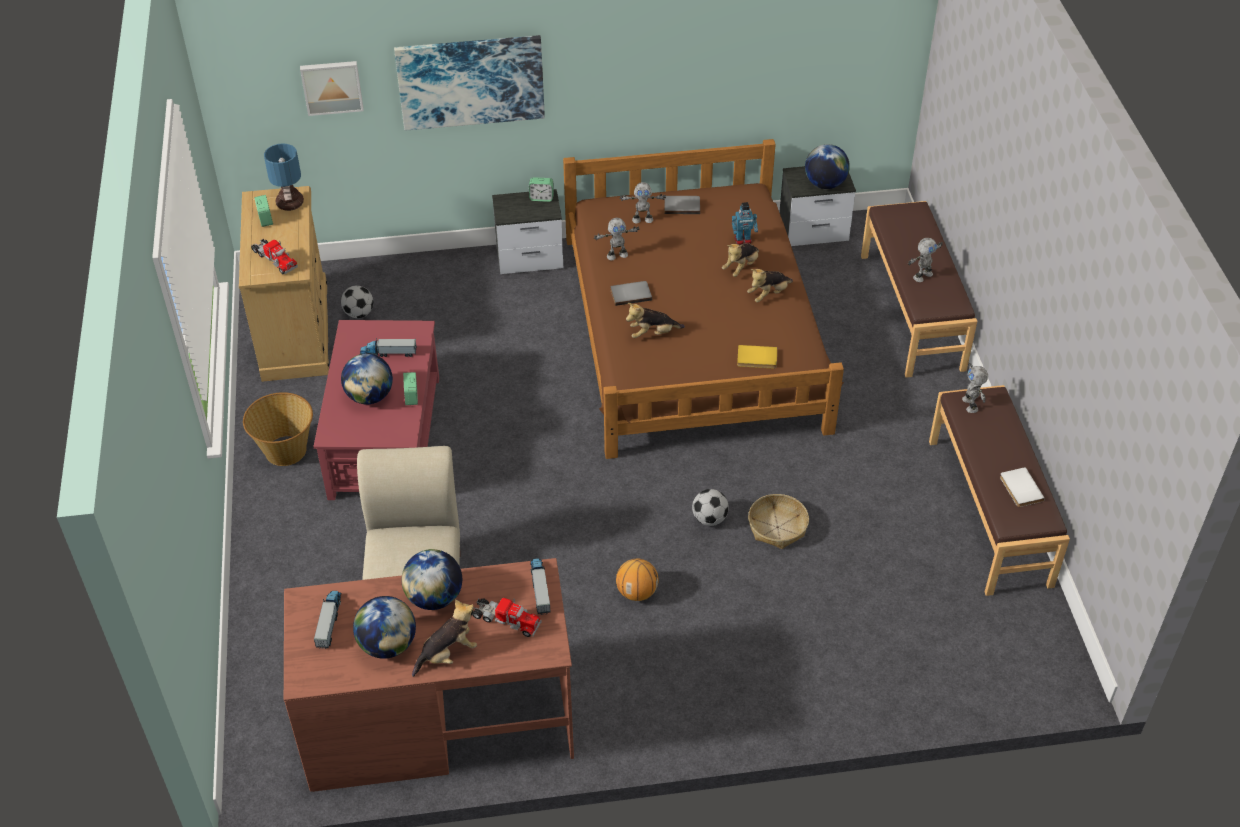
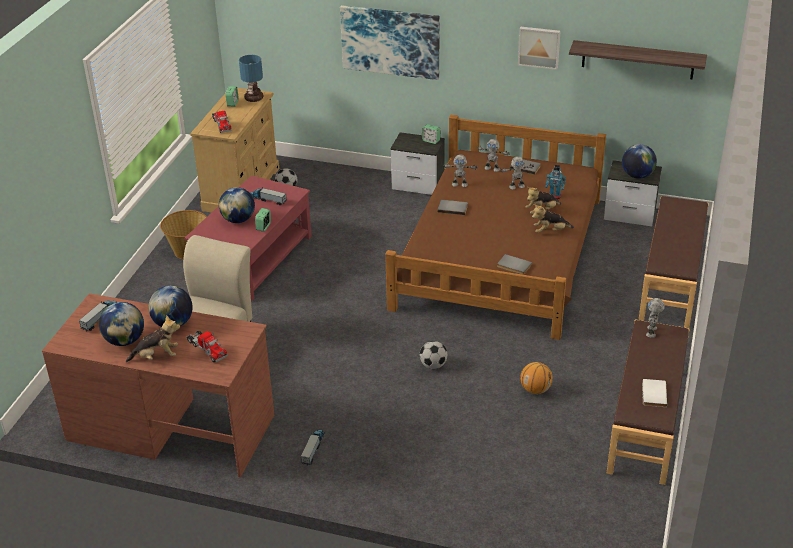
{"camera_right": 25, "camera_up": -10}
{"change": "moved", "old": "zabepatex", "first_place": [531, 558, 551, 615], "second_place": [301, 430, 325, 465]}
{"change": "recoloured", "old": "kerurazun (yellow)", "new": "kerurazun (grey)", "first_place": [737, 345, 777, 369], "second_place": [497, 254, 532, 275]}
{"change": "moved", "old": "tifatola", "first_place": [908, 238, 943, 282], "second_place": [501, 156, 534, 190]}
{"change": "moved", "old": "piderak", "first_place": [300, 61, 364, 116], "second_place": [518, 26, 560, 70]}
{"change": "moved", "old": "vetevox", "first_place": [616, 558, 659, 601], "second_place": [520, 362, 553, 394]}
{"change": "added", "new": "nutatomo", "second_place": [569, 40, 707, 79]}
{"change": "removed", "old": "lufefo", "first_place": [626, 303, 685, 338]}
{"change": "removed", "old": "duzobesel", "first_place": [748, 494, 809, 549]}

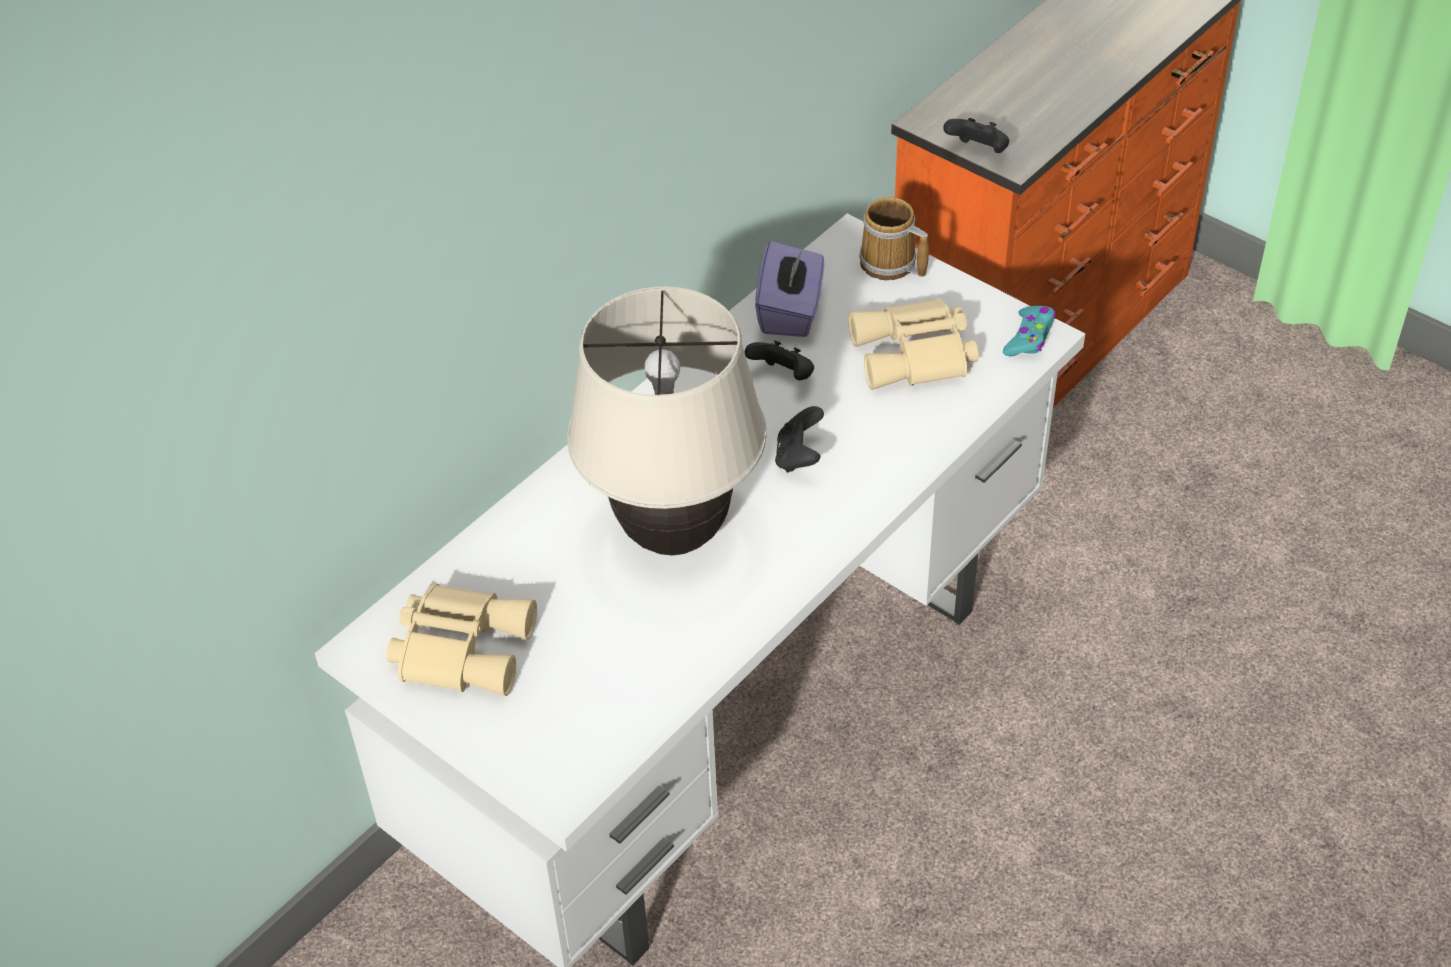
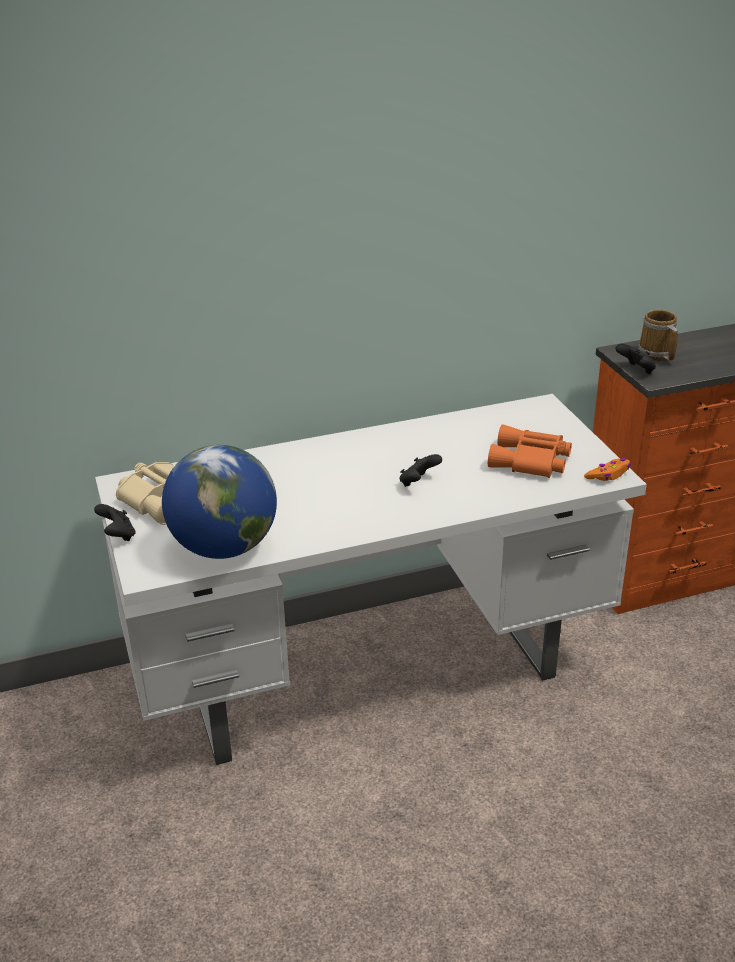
{"camera_right": 30, "camera_up": -15}
{"change": "moved", "old": "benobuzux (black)", "first_place": [745, 340, 814, 380], "second_place": [94, 504, 136, 541]}
{"change": "added", "new": "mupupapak", "second_place": [162, 445, 277, 559]}
{"change": "recoloured", "old": "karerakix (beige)", "new": "karerakix (orange)", "first_place": [848, 298, 979, 390], "second_place": [488, 424, 572, 478]}
{"change": "recoloured", "old": "benobuzux (turquoise)", "new": "benobuzux (orange)", "first_place": [1003, 306, 1056, 356], "second_place": [584, 458, 631, 481]}
{"change": "moved", "old": "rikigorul", "first_place": [859, 197, 929, 280], "second_place": [638, 310, 678, 361]}
{"change": "removed", "old": "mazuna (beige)", "first_place": [567, 287, 767, 556]}
{"change": "removed", "old": "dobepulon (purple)", "first_place": [755, 241, 824, 337]}

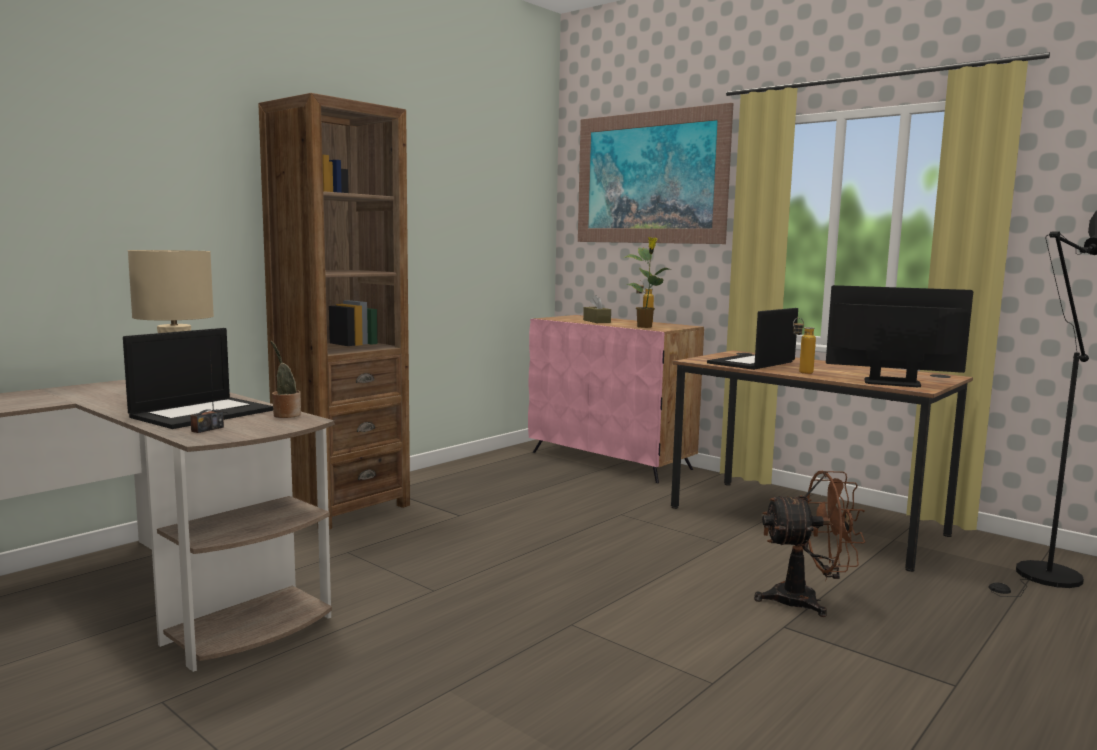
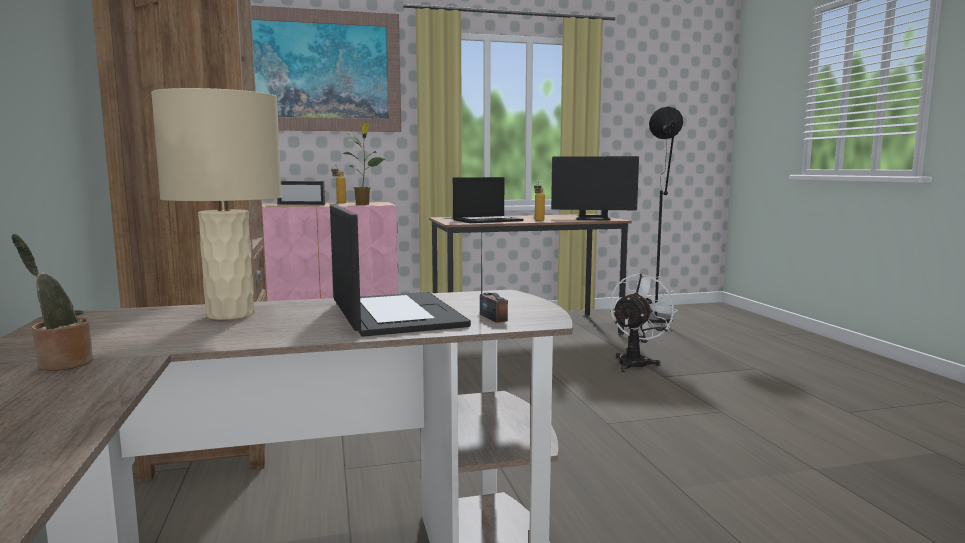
{"camera_right": -55, "camera_up": 0}
{"change": "moved", "old": "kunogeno", "first_place": [271, 341, 301, 418], "second_place": [12, 234, 93, 371]}
{"change": "replaced", "old": "dobepulon (brown)", "new": "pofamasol", "first_place": [583, 295, 611, 323], "second_place": [277, 181, 325, 205]}
{"change": "turned", "old": "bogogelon", "first_place": [707, 308, 798, 370], "second_place": [453, 177, 524, 223], "degrees": -105}
{"change": "turned", "old": "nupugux", "first_place": [826, 285, 973, 387], "second_place": [551, 156, 639, 221], "degrees": -135}
{"change": "recoloured", "old": "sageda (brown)", "new": "sageda (white)", "first_place": [754, 471, 865, 617], "second_place": [610, 273, 678, 372]}

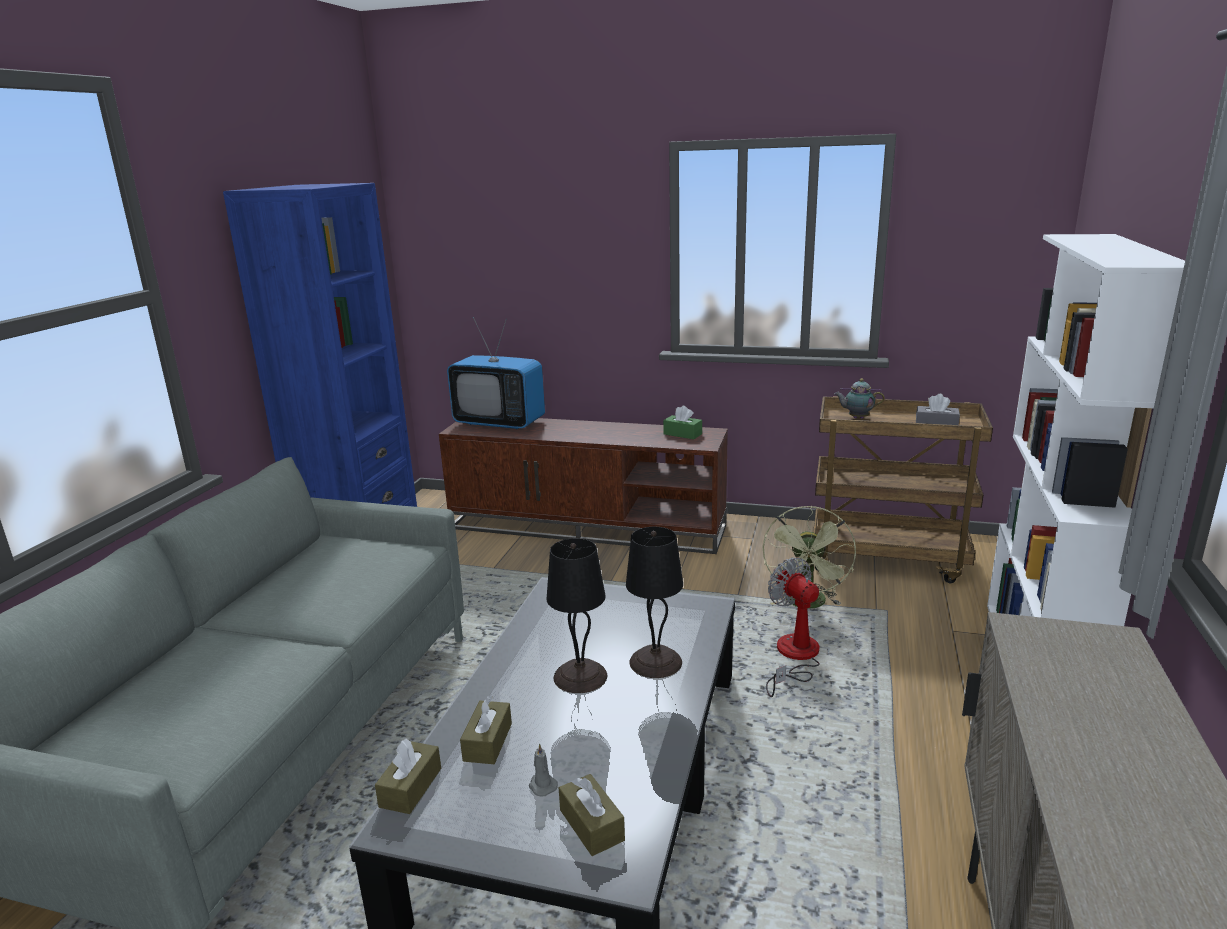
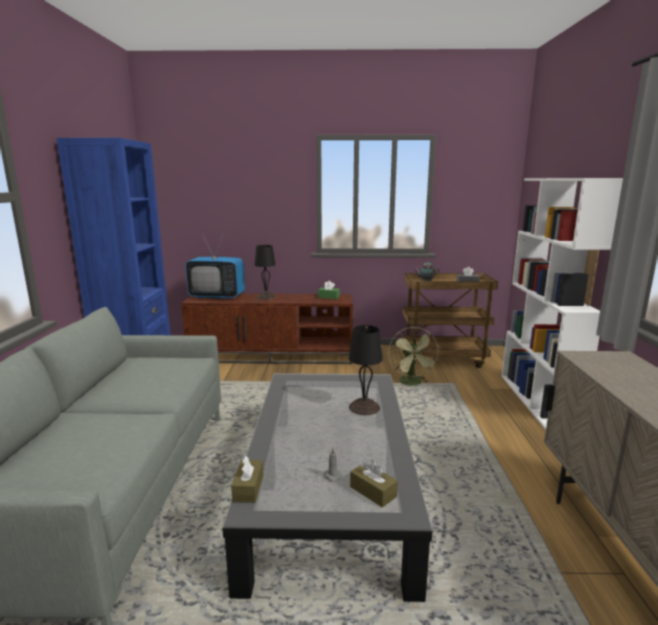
{"camera_right": -15, "camera_up": -5}
{"change": "moved", "old": "mazuna (black)", "first_place": [547, 538, 607, 693], "second_place": [255, 244, 276, 300]}
{"change": "removed", "old": "dobepulon (brown)", "first_place": [460, 695, 512, 764]}
{"change": "removed", "old": "sageda", "first_place": [766, 557, 820, 697]}

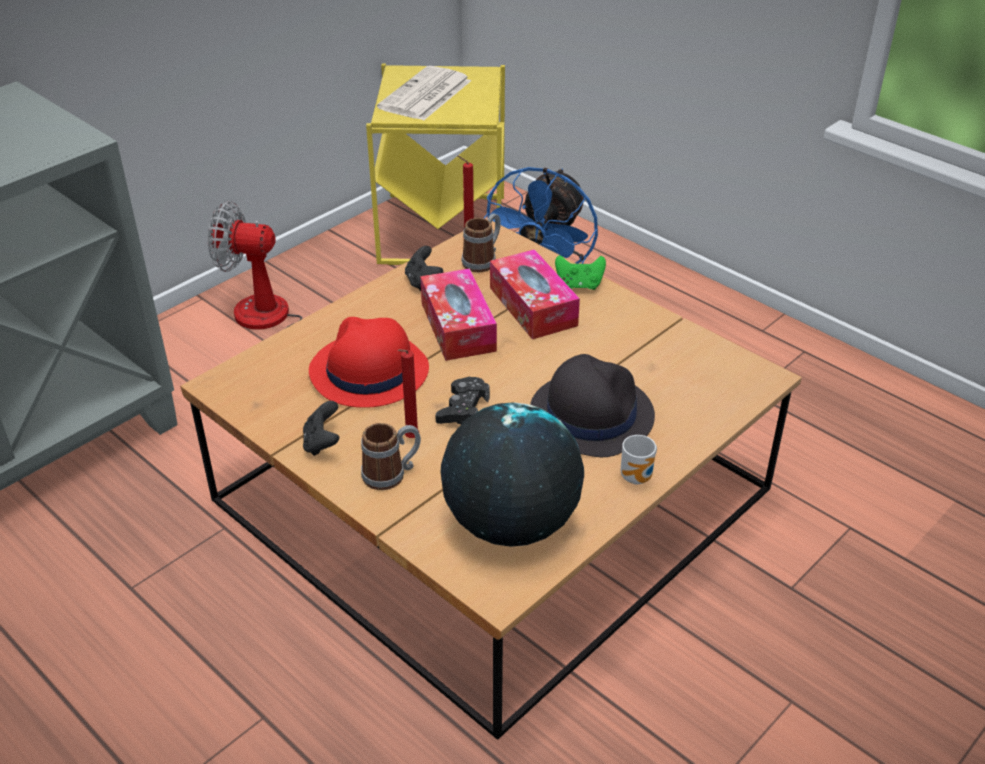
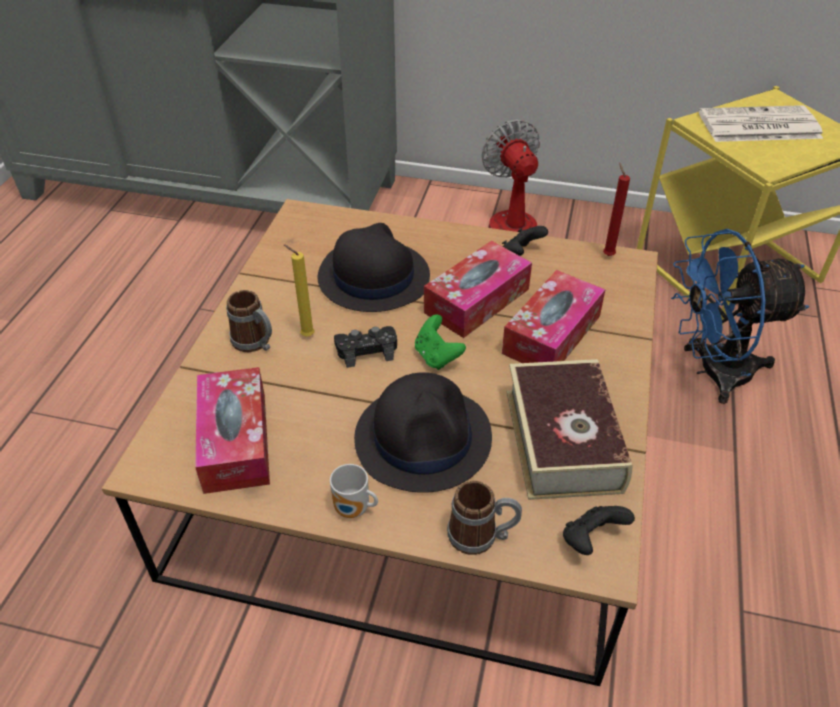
{"camera_right": 60, "camera_up": 5}
{"change": "replaced", "old": "mupupapak", "new": "dobepulon", "first_place": [441, 402, 584, 547], "second_place": [195, 367, 270, 494]}
{"change": "recoloured", "old": "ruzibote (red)", "new": "ruzibote (yellow)", "first_place": [398, 349, 419, 438], "second_place": [284, 244, 315, 336]}
{"change": "recoloured", "old": "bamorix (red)", "new": "bamorix (black)", "first_place": [309, 317, 429, 408], "second_place": [318, 223, 430, 312]}
{"change": "moved", "old": "benobuzux (green)", "first_place": [555, 255, 606, 290], "second_place": [415, 314, 466, 370]}
{"change": "moved", "old": "rikigorul", "first_place": [461, 213, 501, 272], "second_place": [447, 481, 522, 555]}
{"change": "added", "new": "kerurazun", "second_place": [506, 359, 633, 500]}
{"change": "moved", "old": "benobuzux (black)", "first_place": [303, 401, 339, 456], "second_place": [563, 506, 635, 555]}

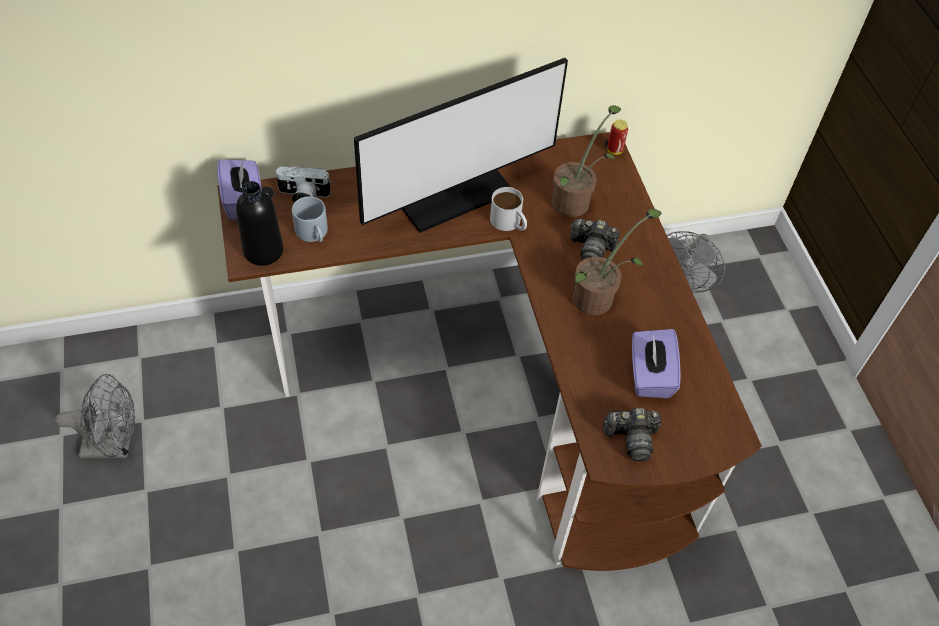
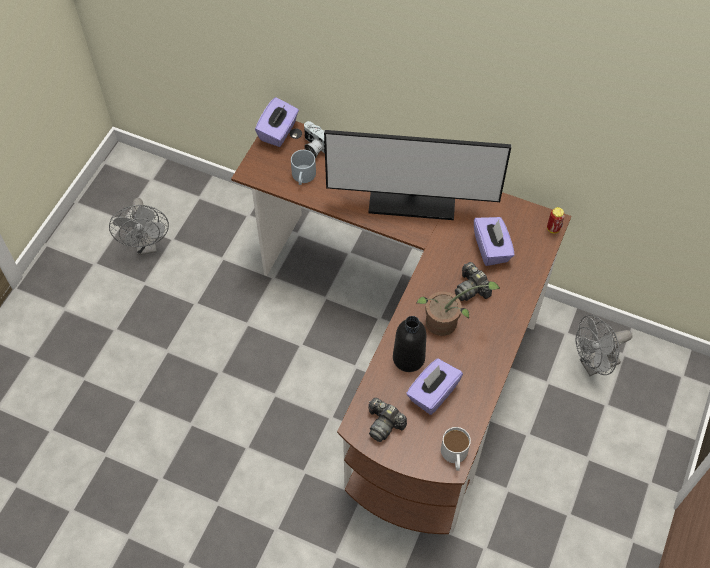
{"camera_right": 40, "camera_up": 5}
{"change": "turned", "old": "sageda (grey)", "first_place": [55, 374, 135, 458], "second_place": [109, 198, 169, 255], "degrees": 45}
{"change": "moved", "old": "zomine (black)", "first_place": [236, 181, 283, 266], "second_place": [393, 316, 426, 372]}
{"change": "moved", "old": "rikigorul (white)", "first_place": [490, 187, 527, 231], "second_place": [441, 427, 471, 471]}
{"change": "replaced", "old": "kunogeno", "new": "dobepulon (purple)", "first_place": [552, 105, 621, 217], "second_place": [474, 217, 515, 266]}

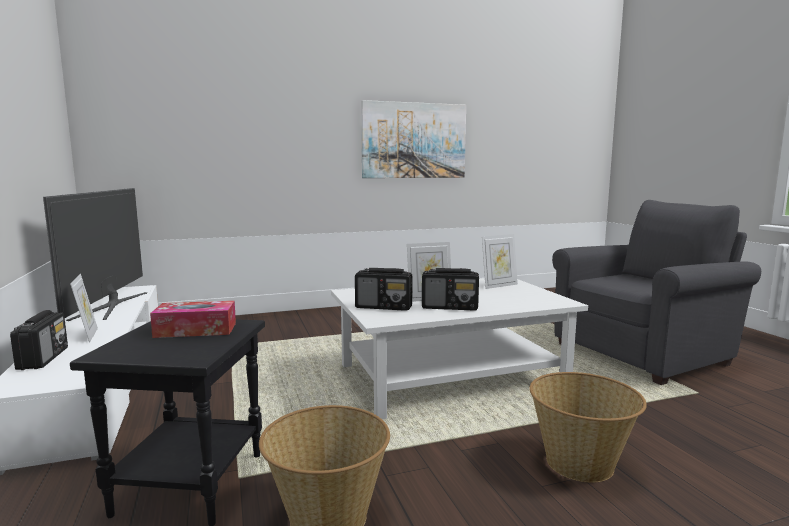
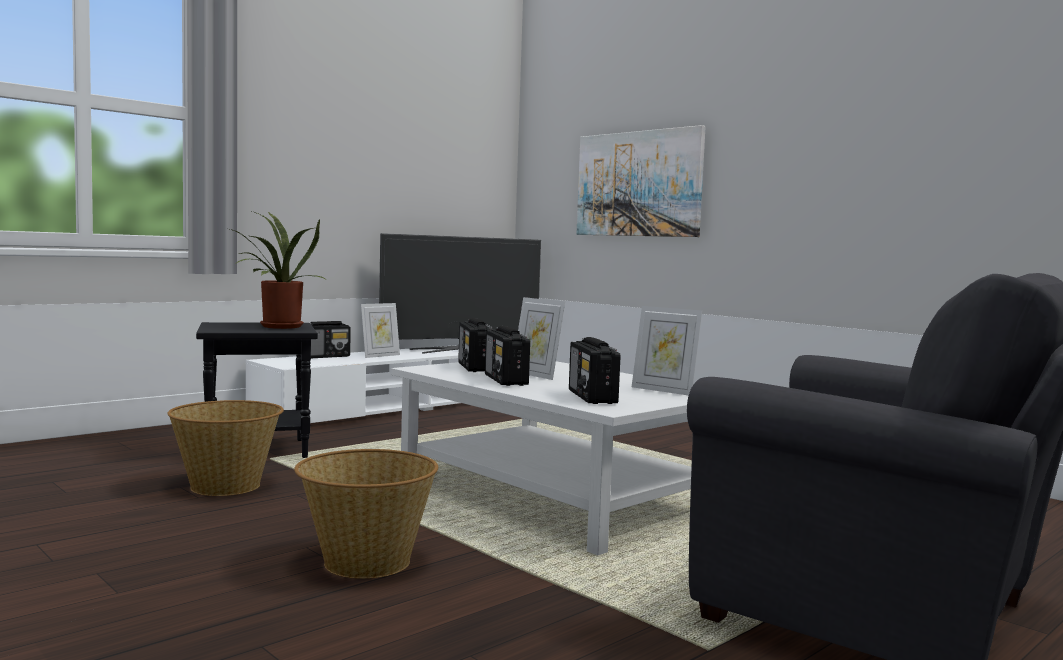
{"camera_right": 65, "camera_up": -5}
{"change": "replaced", "old": "dobepulon", "new": "kunogeno", "first_place": [150, 301, 236, 338], "second_place": [230, 211, 325, 329]}
{"change": "added", "new": "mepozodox", "second_place": [569, 337, 621, 404]}
{"change": "moved", "old": "piderak", "first_place": [361, 100, 466, 178], "second_place": [576, 125, 706, 237]}

